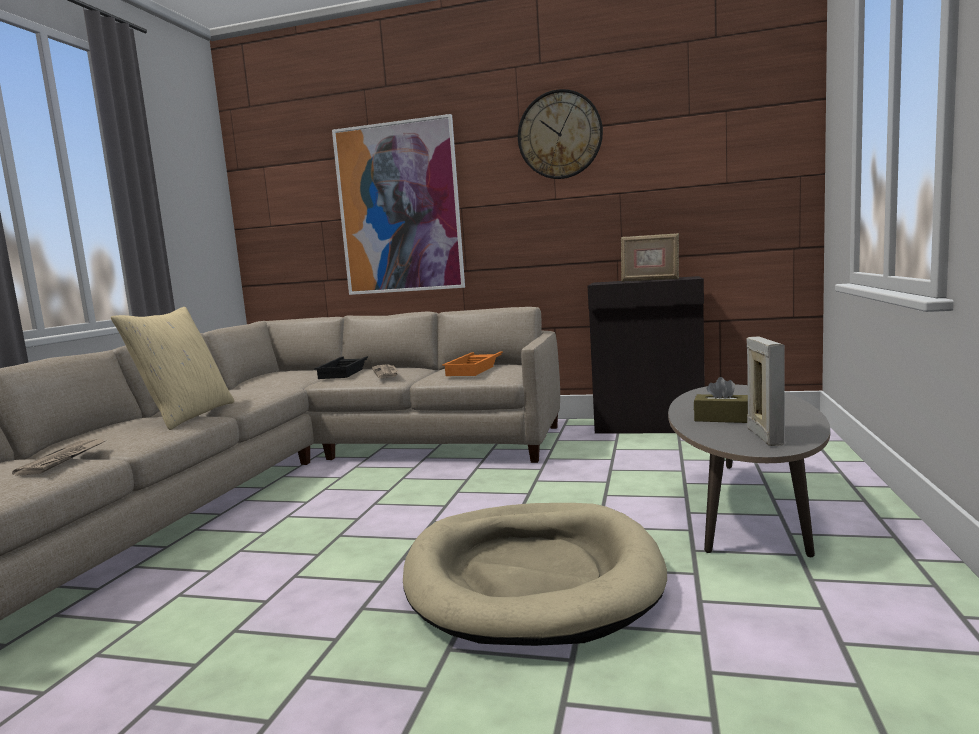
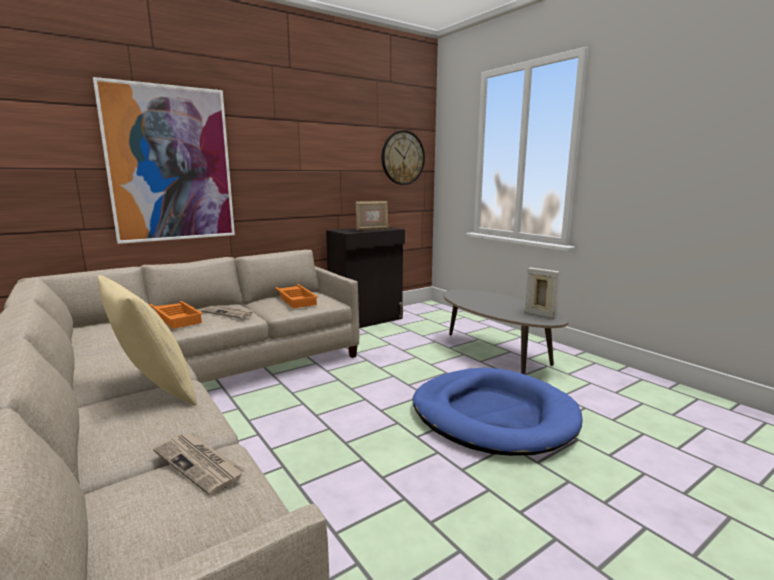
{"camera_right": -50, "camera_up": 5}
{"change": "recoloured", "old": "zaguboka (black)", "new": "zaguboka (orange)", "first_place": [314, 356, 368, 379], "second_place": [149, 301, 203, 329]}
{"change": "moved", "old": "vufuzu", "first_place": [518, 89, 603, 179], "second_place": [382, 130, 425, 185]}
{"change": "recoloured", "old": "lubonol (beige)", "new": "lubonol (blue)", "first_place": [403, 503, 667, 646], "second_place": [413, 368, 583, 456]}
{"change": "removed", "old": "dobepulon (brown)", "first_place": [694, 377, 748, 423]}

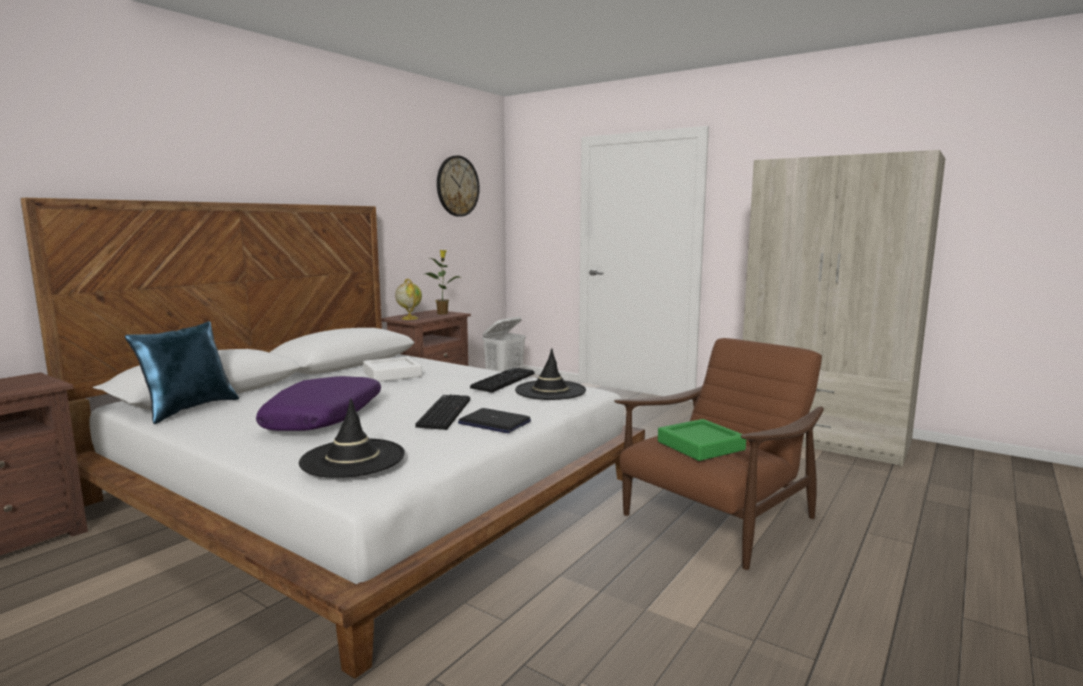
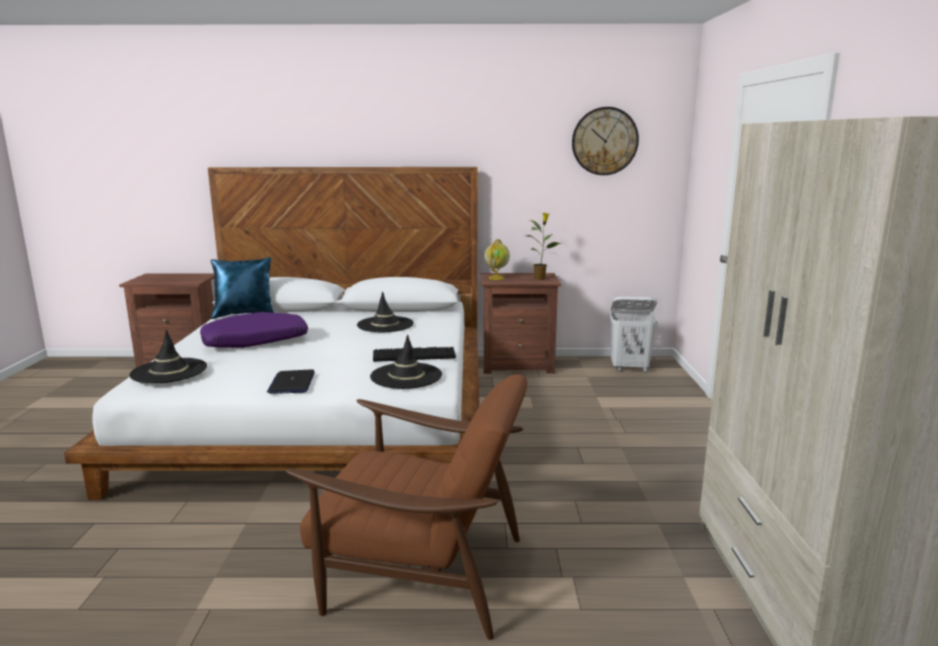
{"camera_right": 55, "camera_up": 5}
{"change": "replaced", "old": "zaguboka (white)", "new": "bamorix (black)", "first_place": [363, 356, 422, 382], "second_place": [357, 291, 414, 332]}
{"change": "removed", "old": "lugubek", "first_place": [415, 394, 470, 430]}
{"change": "removed", "old": "zaguboka (green)", "first_place": [658, 419, 746, 461]}

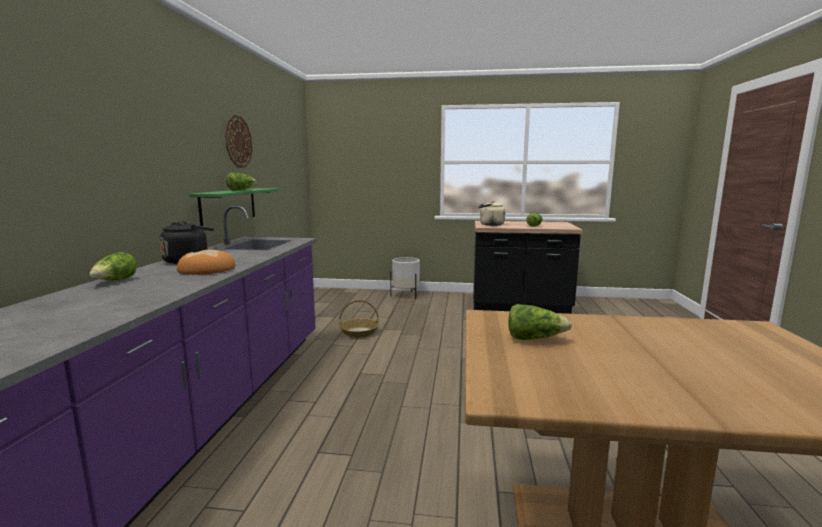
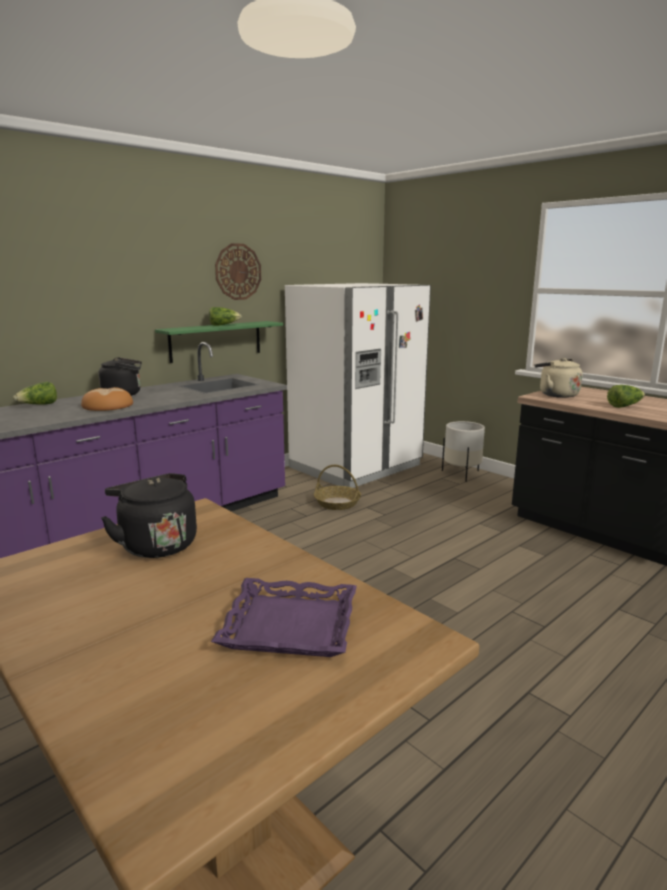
{"camera_right": 40, "camera_up": 5}
{"change": "replaced", "old": "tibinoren", "new": "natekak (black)", "first_place": [508, 304, 572, 340], "second_place": [101, 473, 197, 558]}
{"change": "added", "new": "zaguboka (purple)", "second_place": [211, 578, 357, 657]}
{"change": "added", "new": "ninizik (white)", "second_place": [285, 283, 431, 488]}

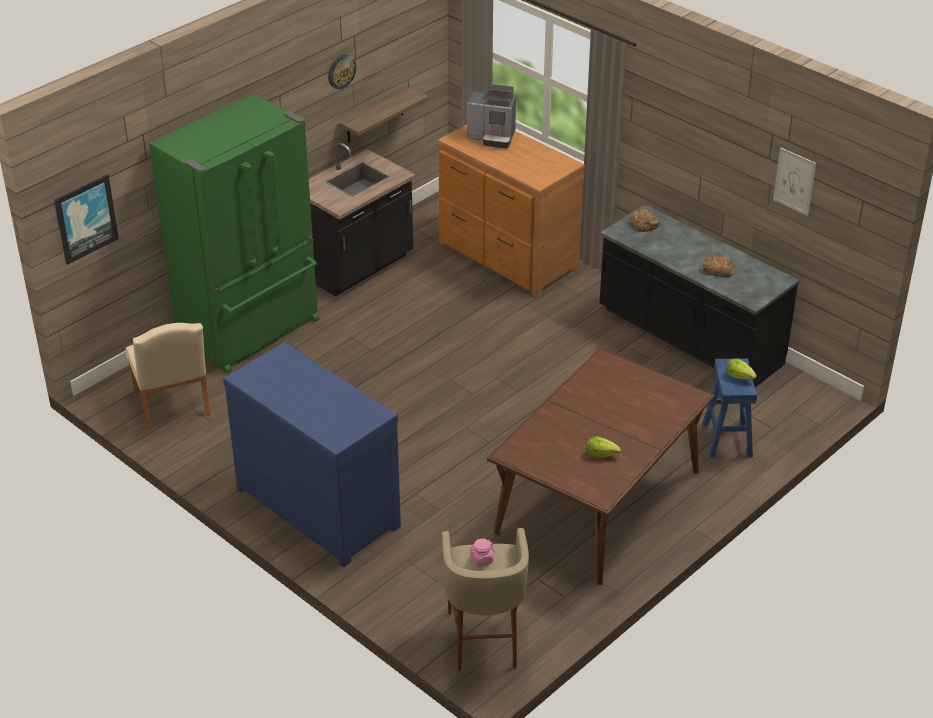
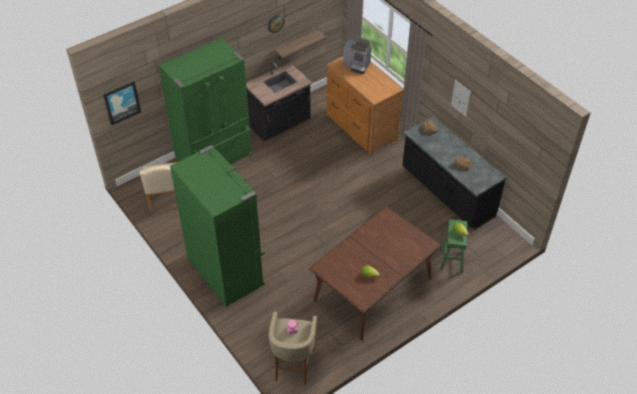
{"camera_right": 10, "camera_up": 10}
{"change": "replaced", "old": "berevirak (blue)", "new": "ninizik (green)", "first_place": [223, 342, 401, 567], "second_place": [170, 145, 265, 307]}
{"change": "recoloured", "old": "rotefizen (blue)", "new": "rotefizen (green)", "first_place": [703, 358, 757, 458], "second_place": [440, 219, 468, 273]}
{"change": "moved", "old": "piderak", "first_place": [773, 148, 816, 216], "second_place": [451, 80, 471, 117]}

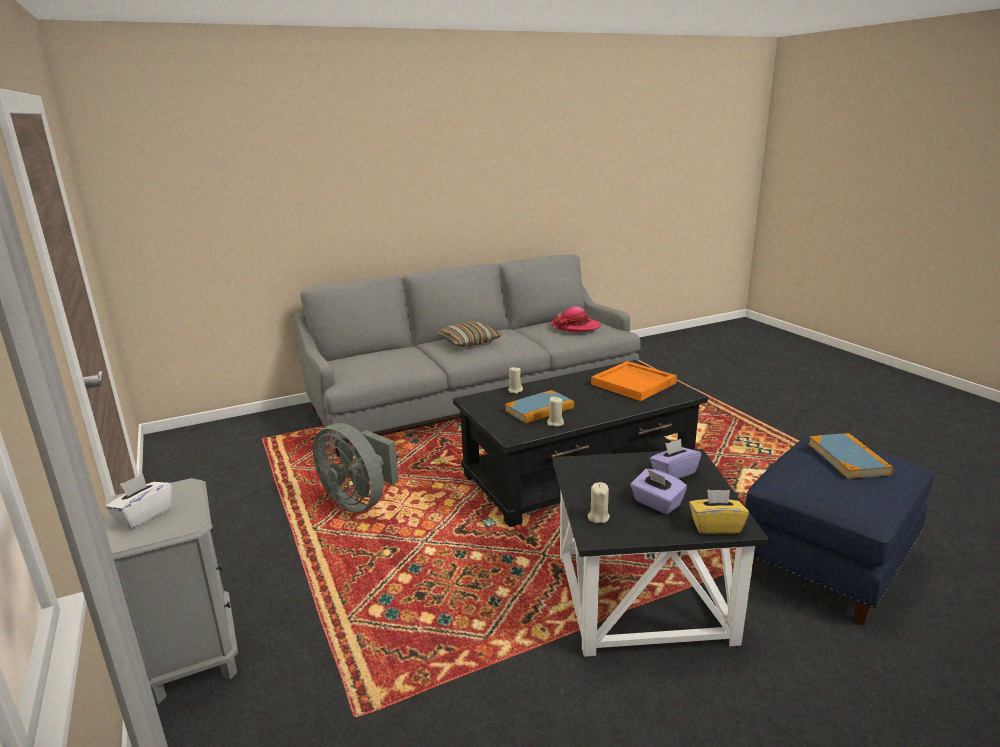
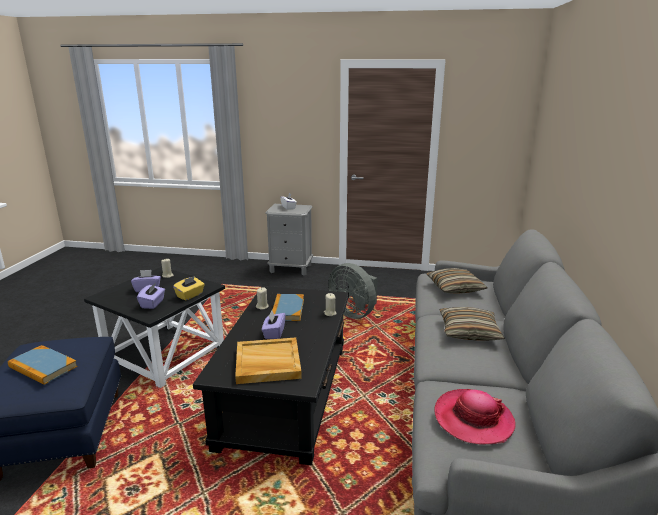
{"camera_right": 125, "camera_up": 0}
{"change": "moved", "old": "dobepulon (yellow)", "first_place": [689, 489, 749, 534], "second_place": [173, 276, 205, 301]}
{"change": "recoloured", "old": "zaguboka (orange)", "new": "zaguboka (beige)", "first_place": [591, 361, 677, 401], "second_place": [235, 337, 302, 384]}
{"change": "added", "new": "dobepulon (purple)", "second_place": [262, 311, 286, 339]}
{"change": "turned", "old": "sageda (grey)", "first_place": [313, 423, 399, 513], "second_place": [328, 263, 378, 319], "degrees": -120}
{"change": "added", "new": "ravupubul", "second_place": [426, 268, 488, 294]}

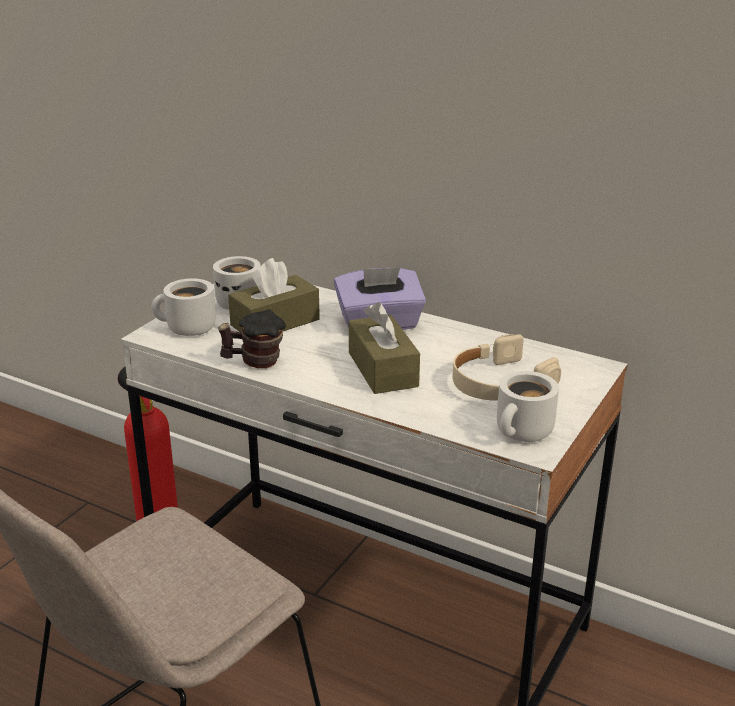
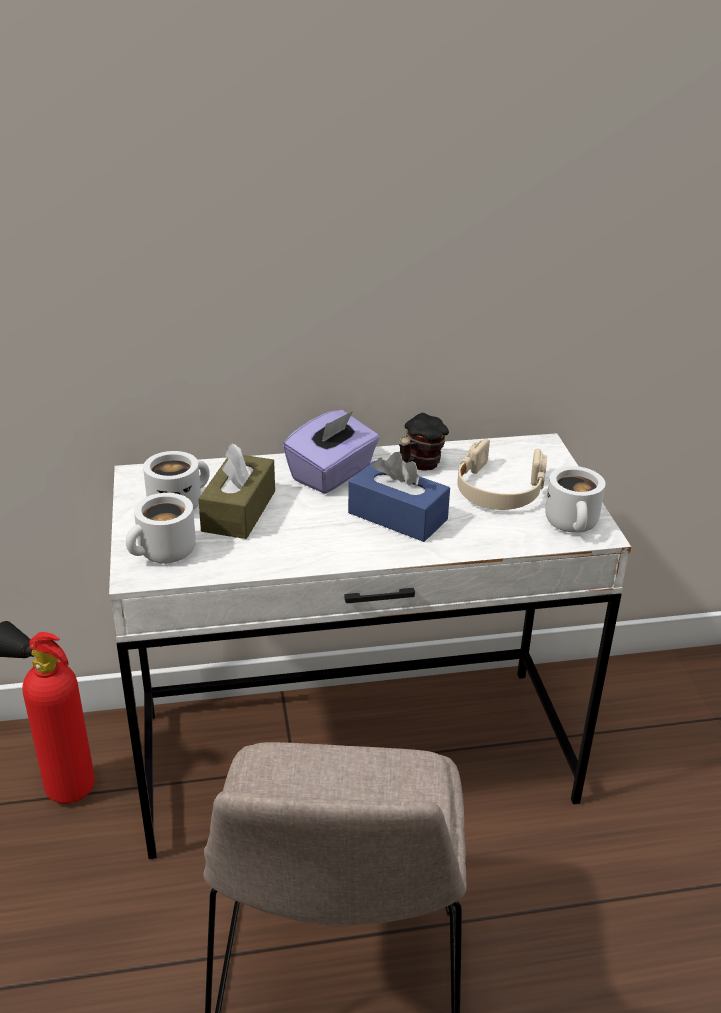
{"camera_right": -40, "camera_up": 5}
{"change": "recoloured", "old": "dobepulon (brown)", "new": "dobepulon (blue)", "first_place": [349, 302, 420, 394], "second_place": [348, 452, 450, 542]}
{"change": "moved", "old": "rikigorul", "first_place": [218, 309, 286, 368], "second_place": [399, 413, 449, 471]}

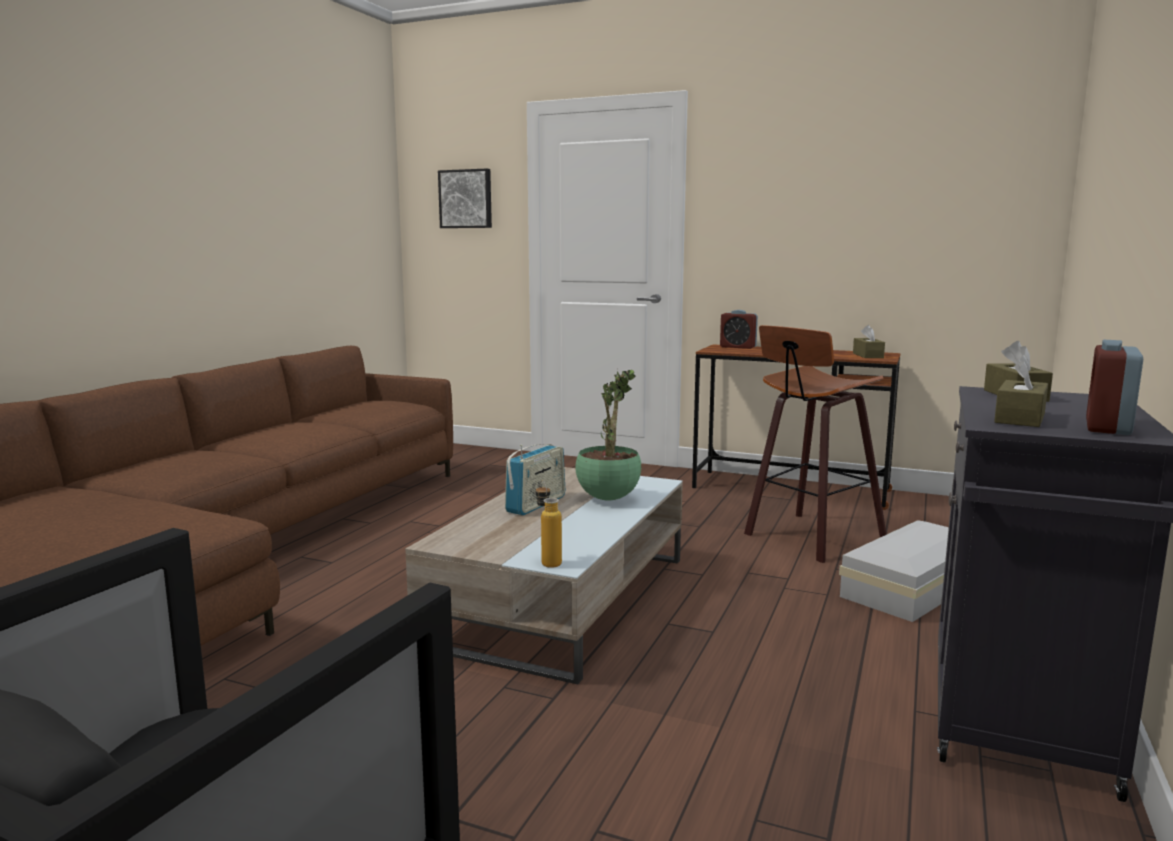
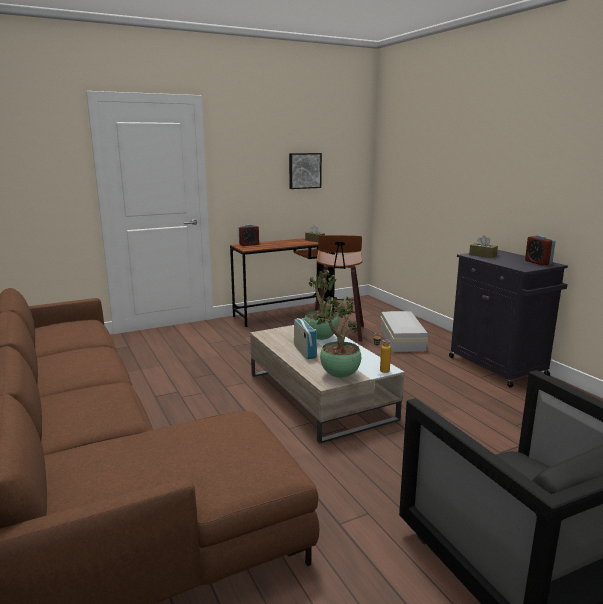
{"camera_right": -50, "camera_up": 5}
{"change": "moved", "old": "piderak", "first_place": [438, 169, 492, 228], "second_place": [289, 153, 322, 189]}
{"change": "added", "new": "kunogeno", "second_place": [313, 296, 361, 378]}
{"change": "removed", "old": "dobepulon (brown)", "first_place": [994, 355, 1048, 427]}

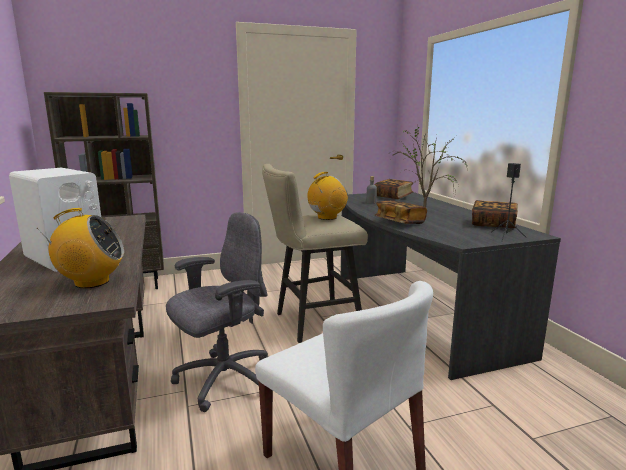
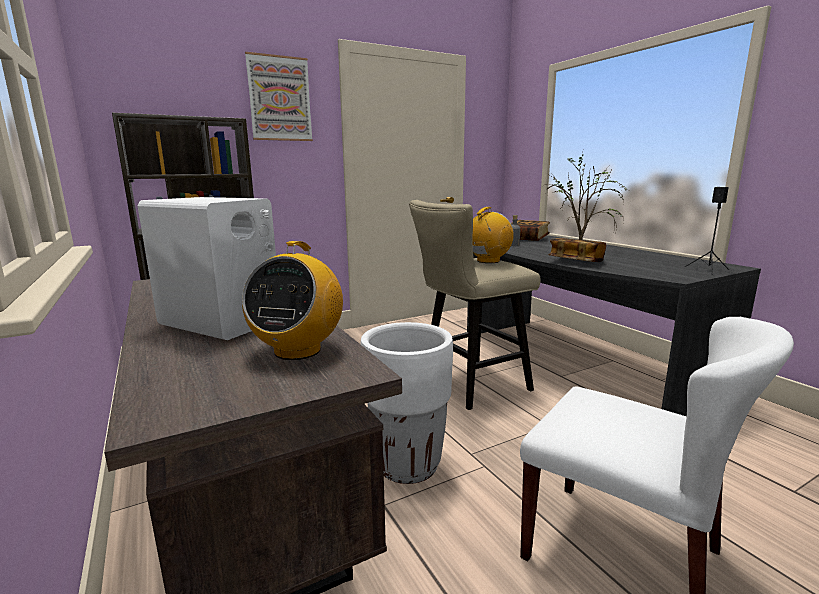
{"camera_right": -10, "camera_up": 0}
{"change": "turned", "old": "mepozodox", "first_place": [36, 208, 124, 288], "second_place": [242, 241, 343, 360], "degrees": 120}
{"change": "added", "new": "piderak", "second_place": [245, 52, 313, 141]}
{"change": "replaced", "old": "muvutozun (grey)", "new": "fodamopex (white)", "first_place": [166, 212, 268, 412], "second_place": [360, 322, 453, 484]}
{"change": "removed", "old": "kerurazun", "first_place": [472, 200, 518, 228]}

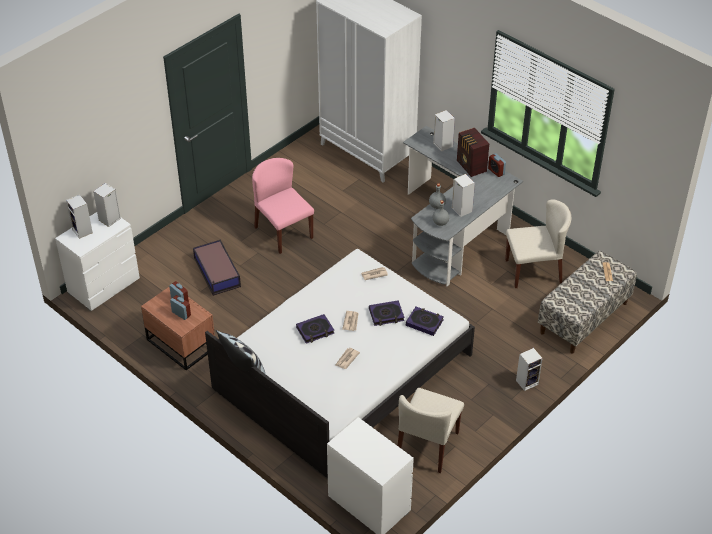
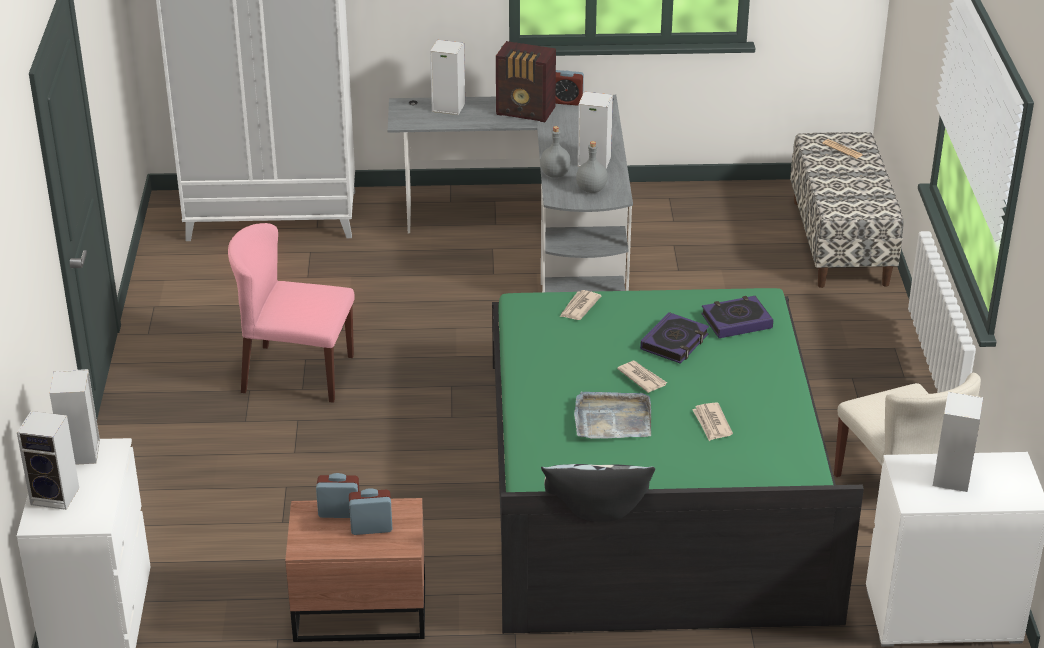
{"camera_right": -45, "camera_up": -10}
{"change": "recoloured", "old": "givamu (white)", "new": "givamu (green)", "first_place": [205, 249, 475, 479], "second_place": [492, 288, 864, 634]}
{"change": "replaced", "old": "kerurazun", "new": "zaguboka (grey)", "first_place": [296, 314, 334, 344], "second_place": [574, 391, 651, 439]}
{"change": "moved", "old": "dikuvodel", "first_place": [516, 348, 543, 391], "second_place": [933, 391, 983, 492]}
{"change": "removed", "old": "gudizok", "first_place": [193, 240, 241, 296]}
{"change": "removed", "old": "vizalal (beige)", "first_place": [505, 199, 571, 288]}

